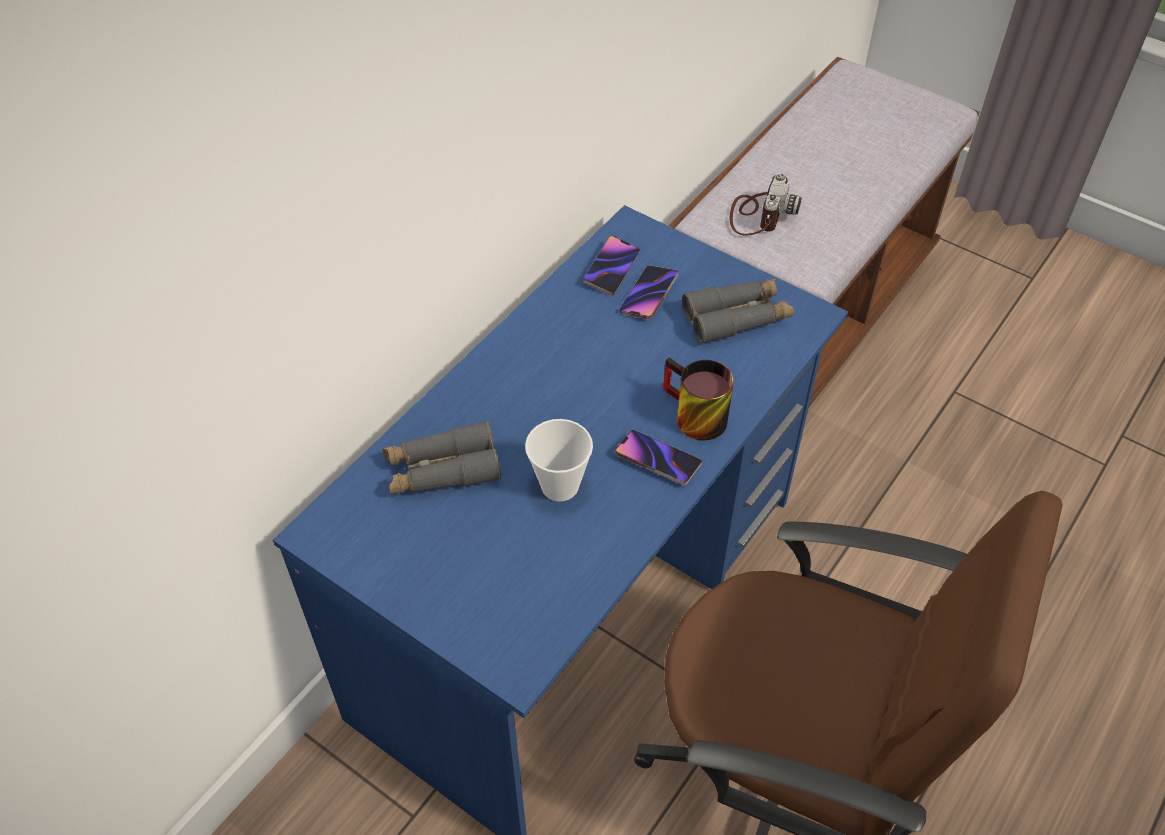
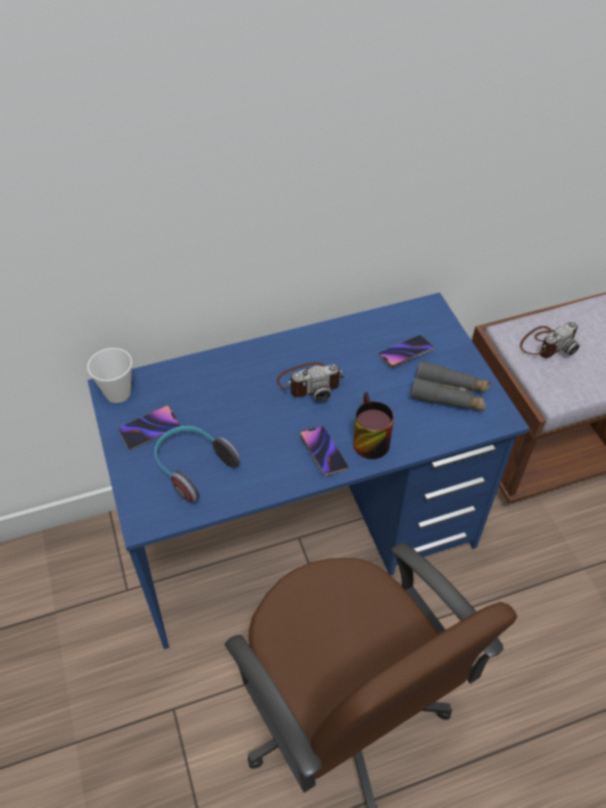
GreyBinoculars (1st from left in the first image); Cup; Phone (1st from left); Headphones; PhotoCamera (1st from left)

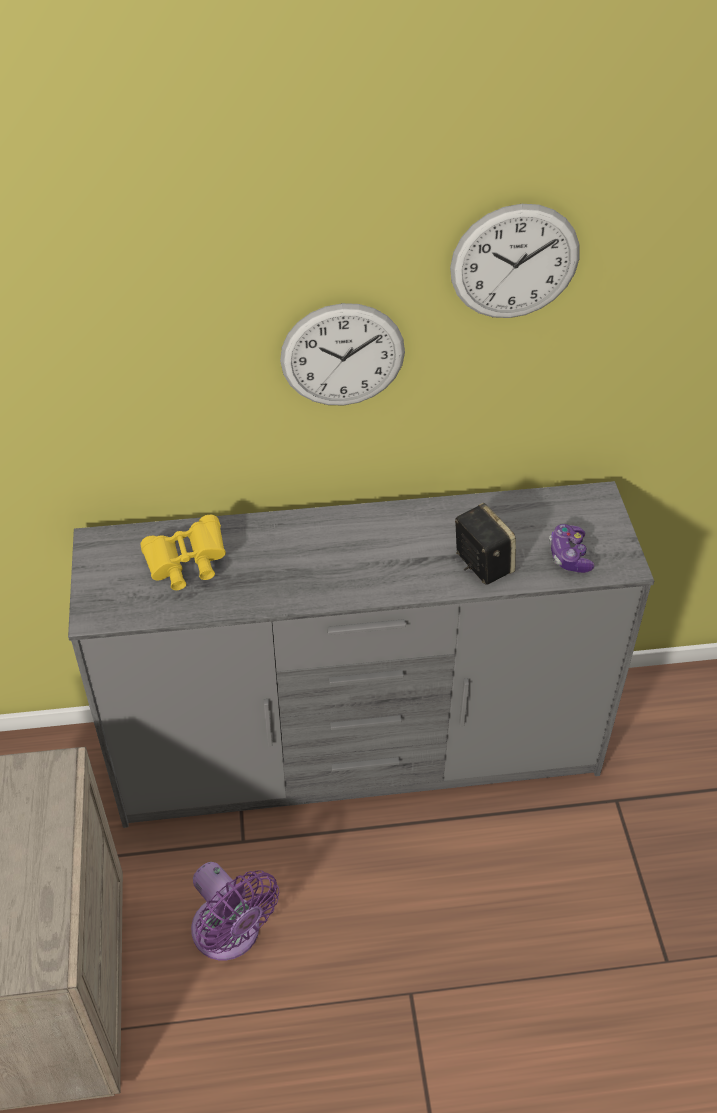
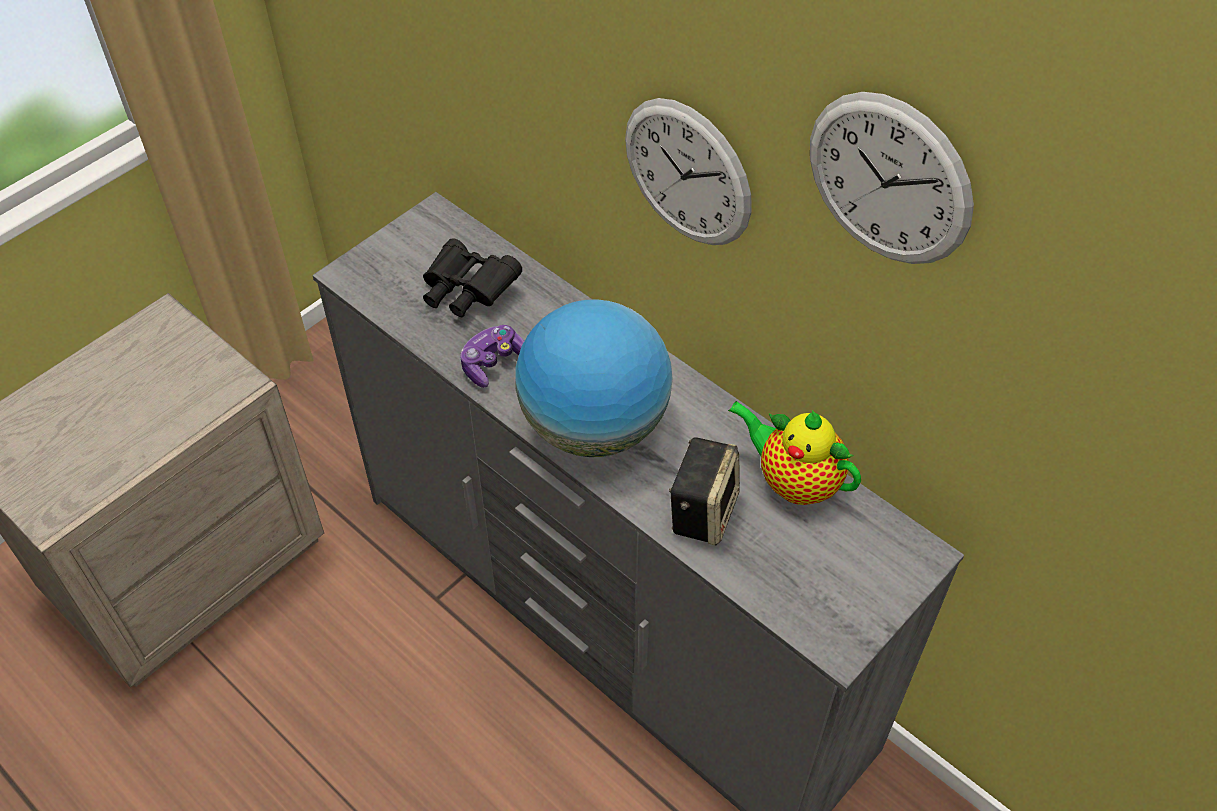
BlackBinoculars; PurpleFan; GameController; Globe; Teapot

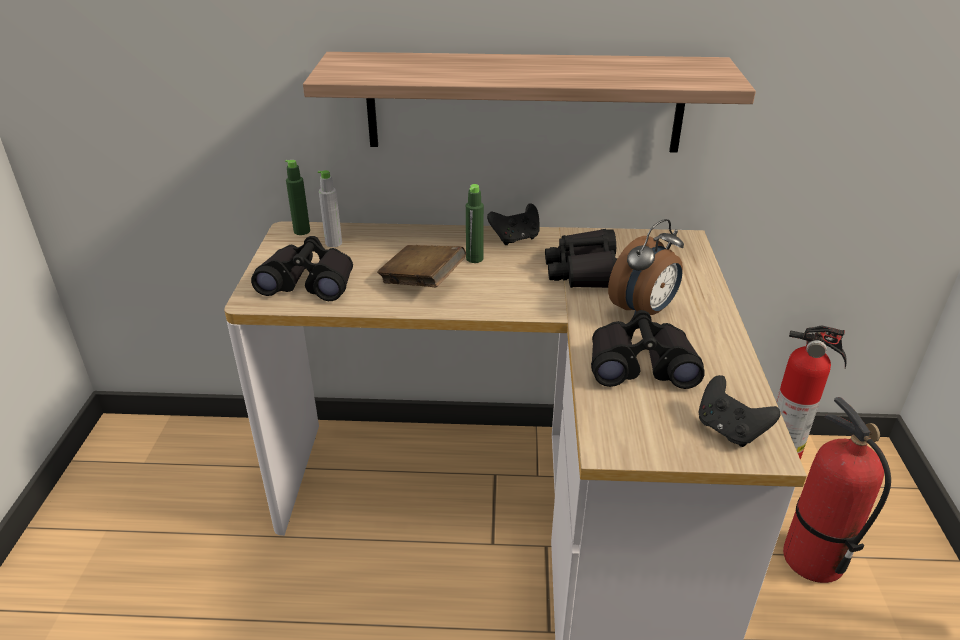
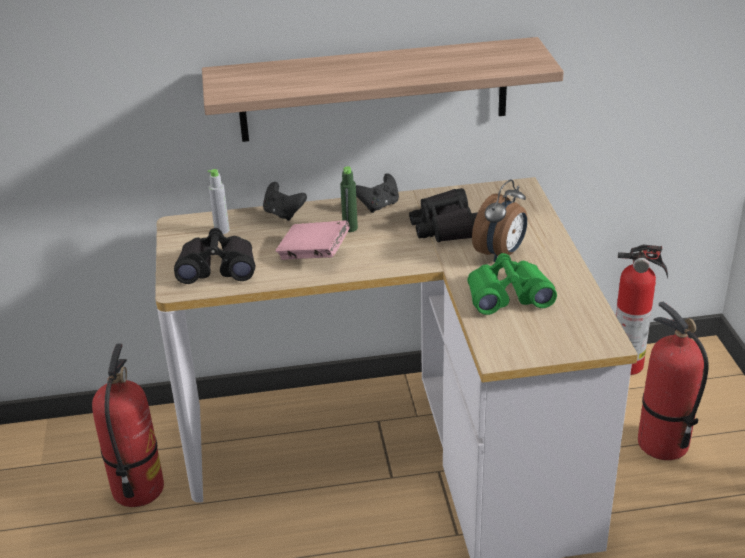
GreenBottle (1st from left in the first image); PinkBook; GreenBinoculars; BlackGameController (1st from left); FireExtinguisher (1st from left)

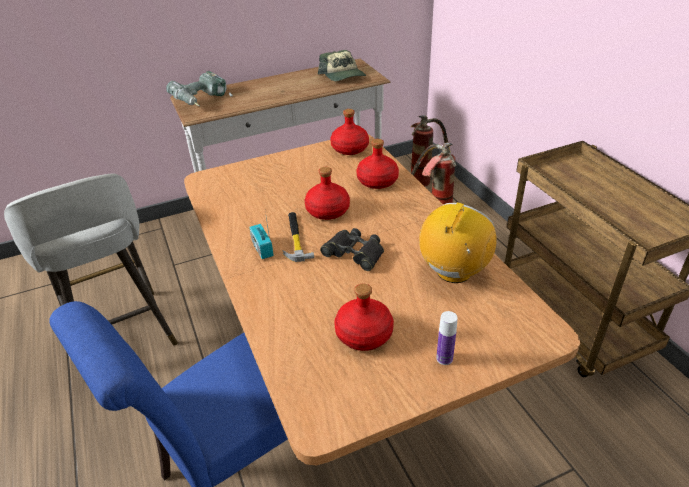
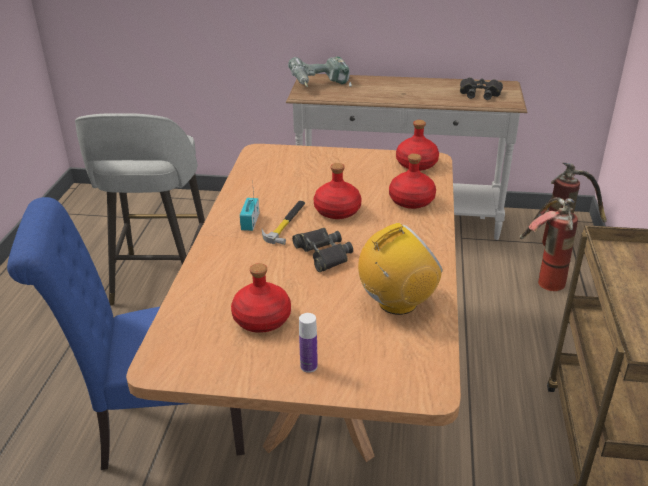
BlackBinoculars (2nd from left)

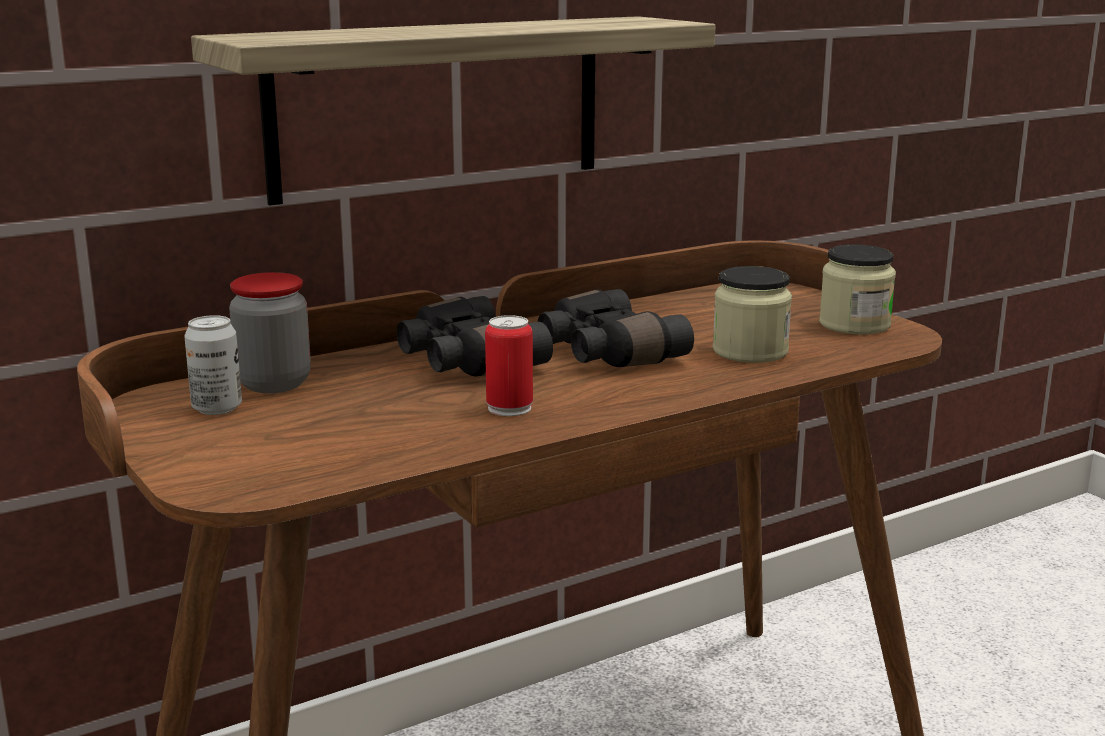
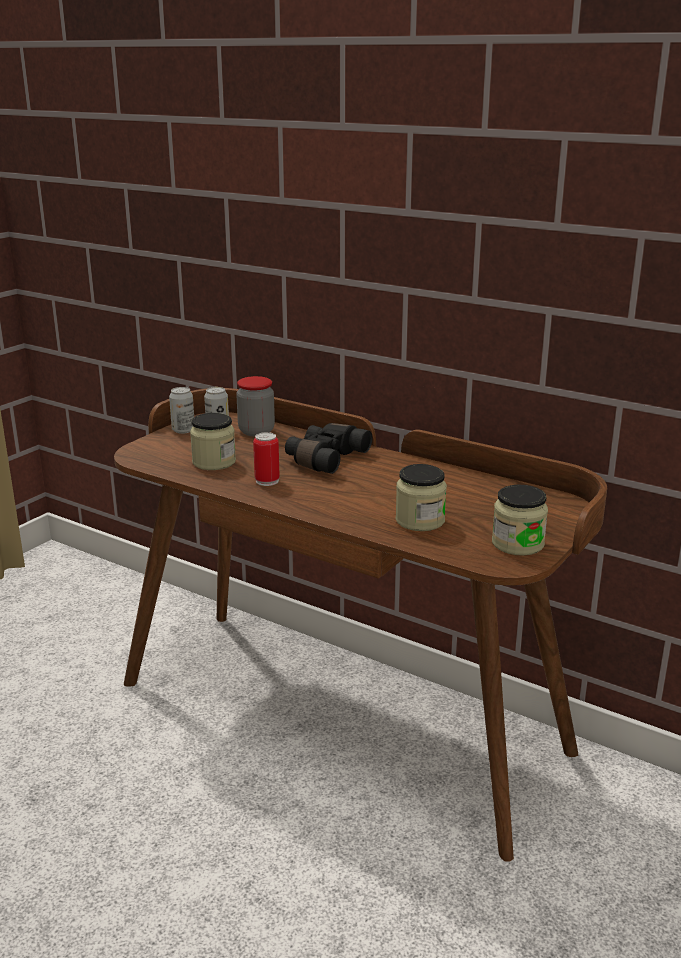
Shelf; BlackBinoculars (2nd from left in the first image); Can (1st from left); Jar (1st from left)

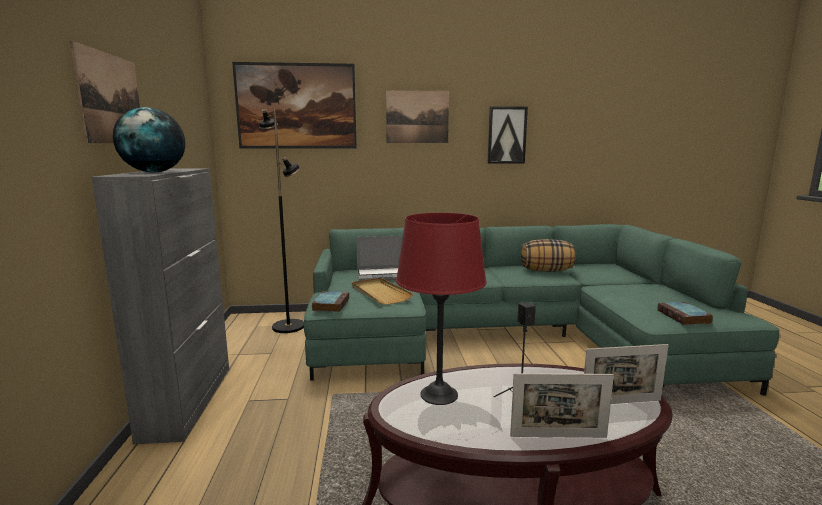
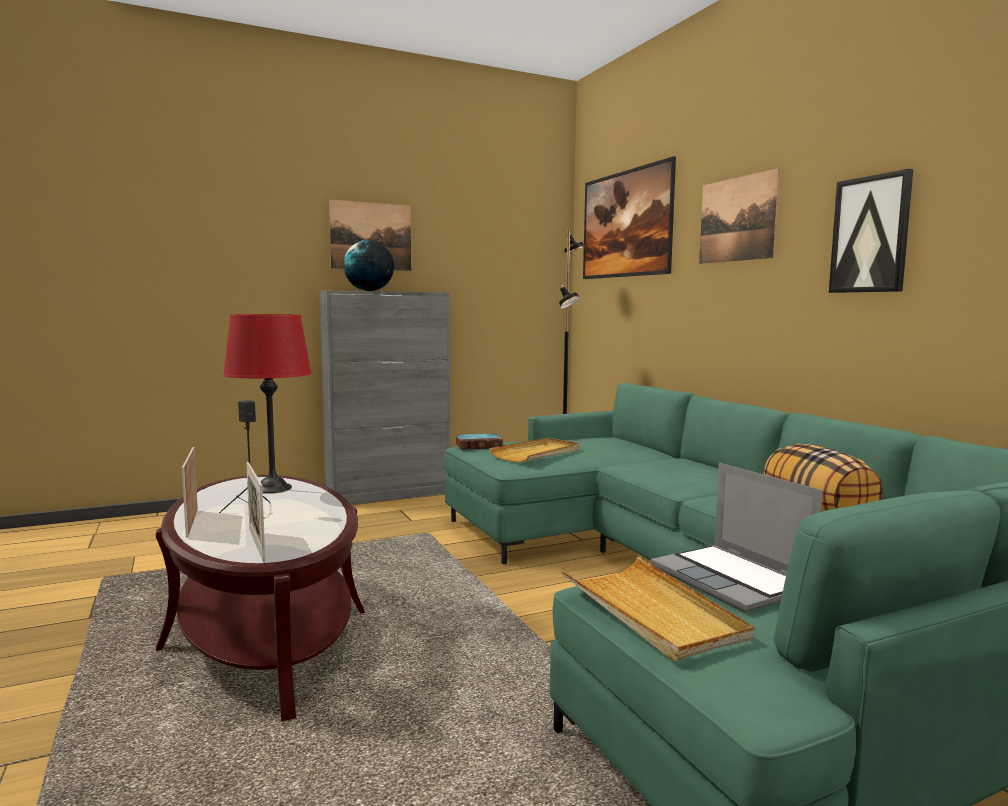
Laptop; BeigeTray (2nd from left)

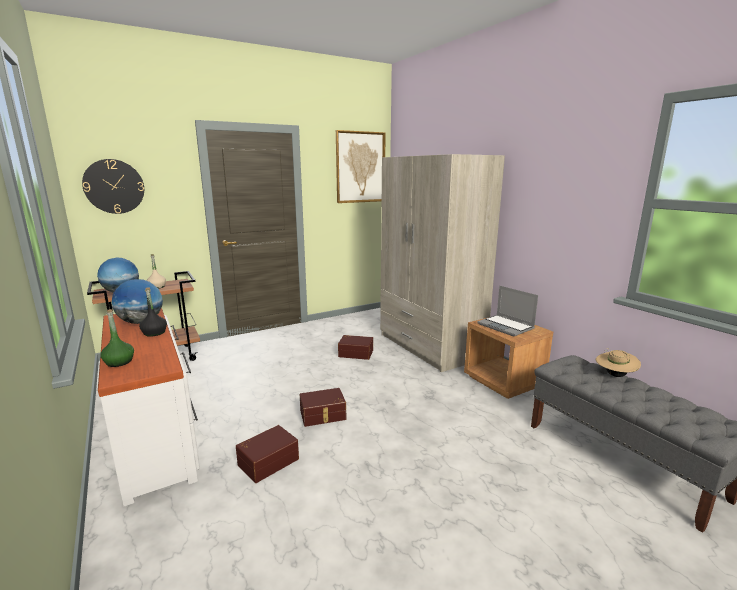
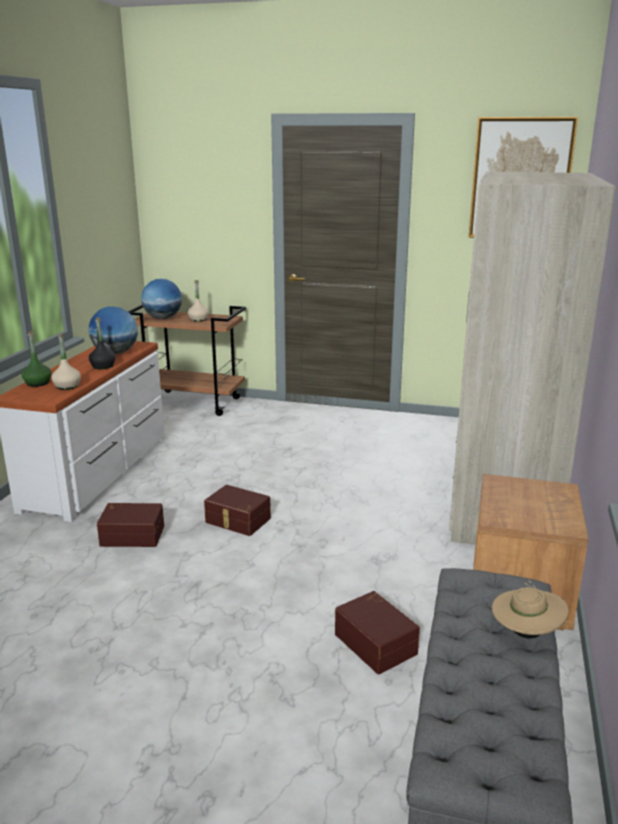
WallClock; BrownStorageBox (3rd from left); Laptop; BeigeBottle (1st from left)

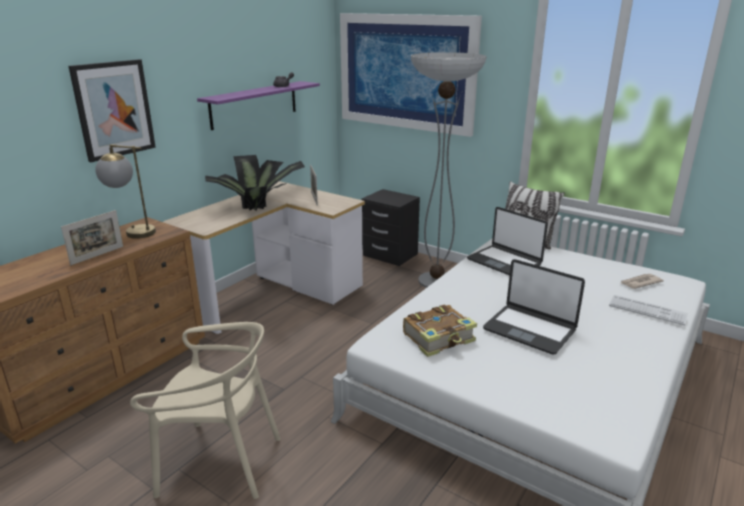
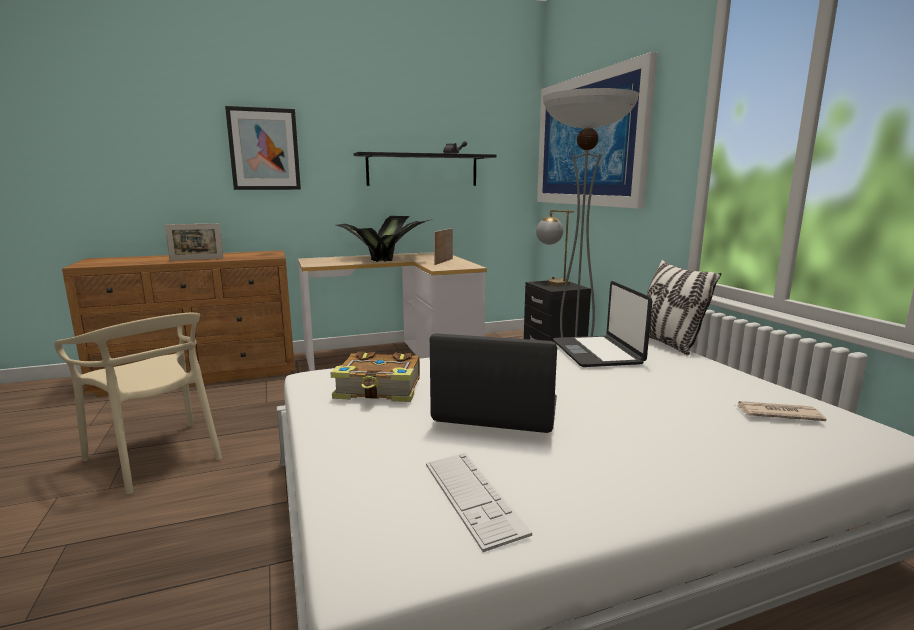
TableLamp; BlackShelf; Laptop (1st from left); Keyboard

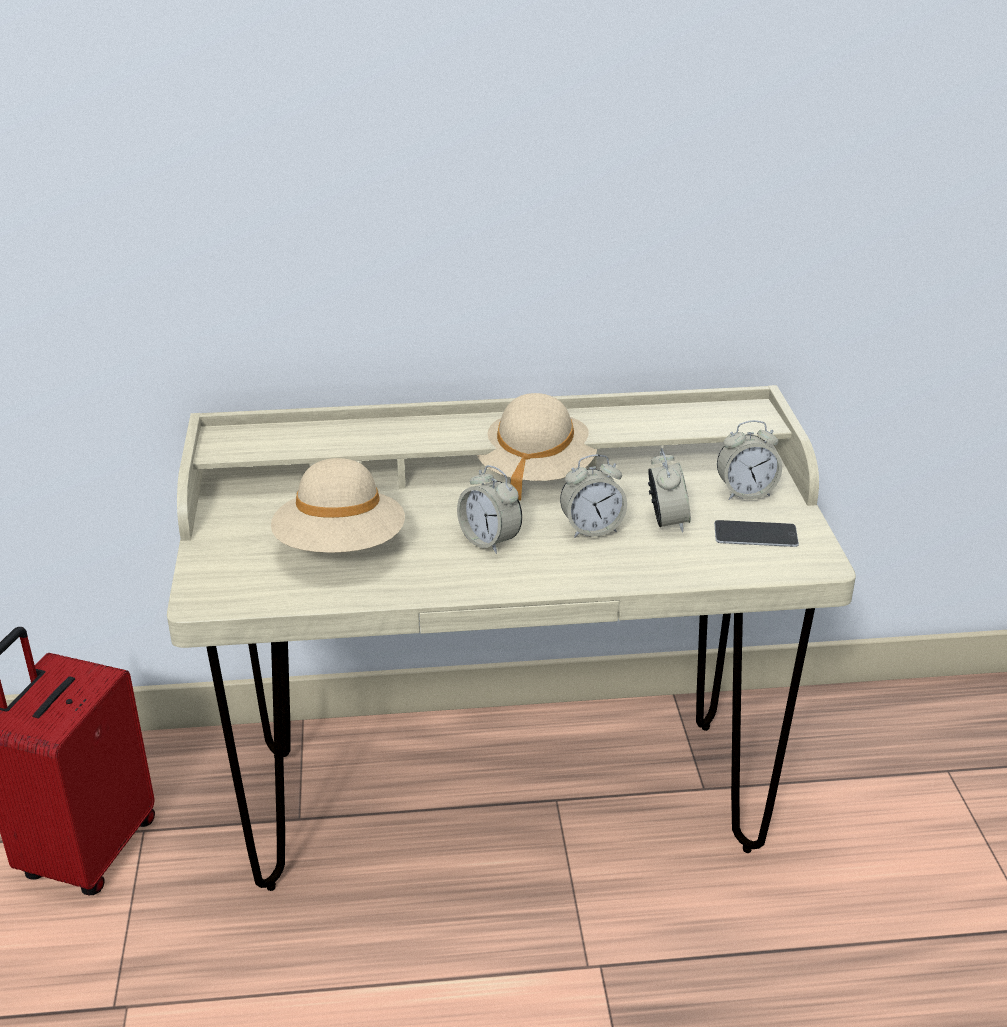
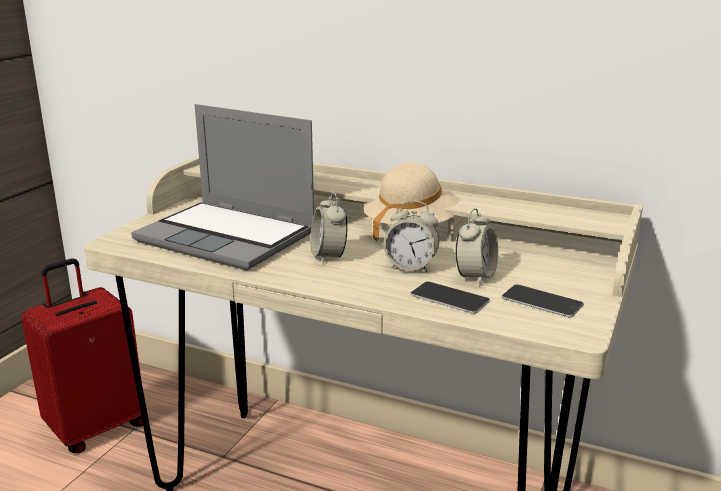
Laptop; AlarmClock (4th from left in the first image); Phone (1st from left)

